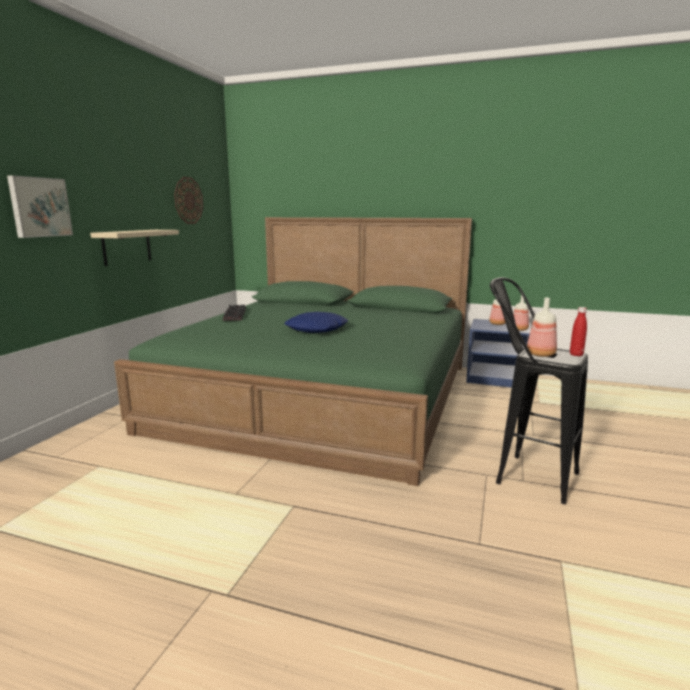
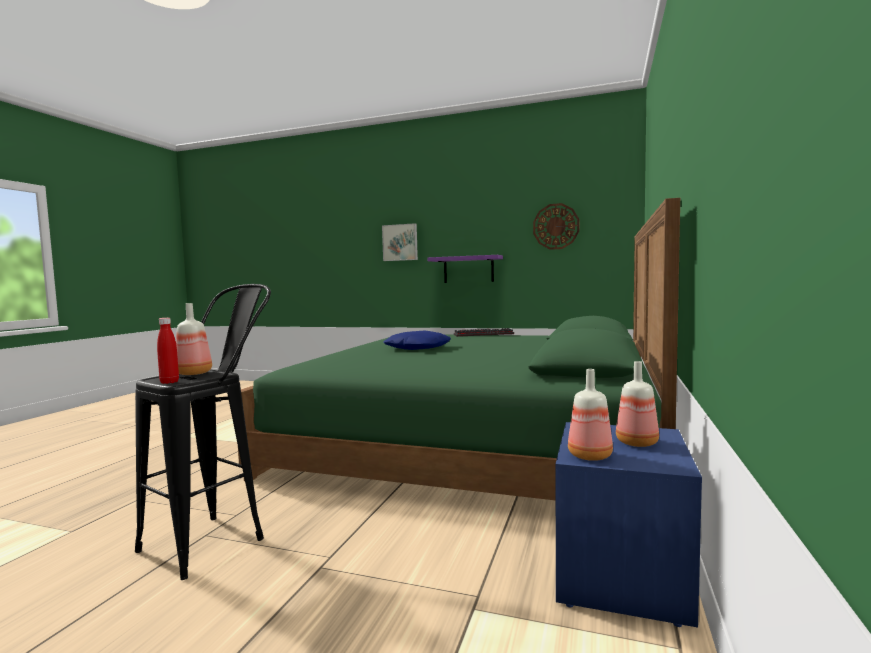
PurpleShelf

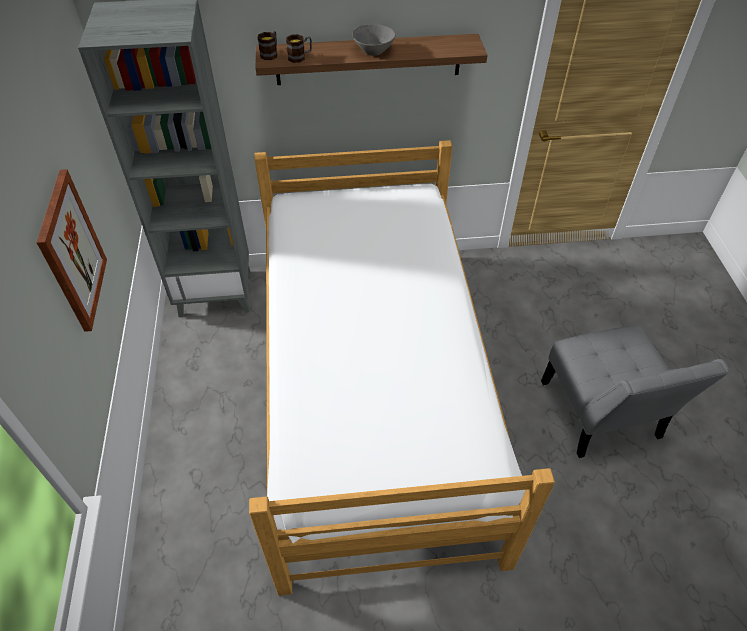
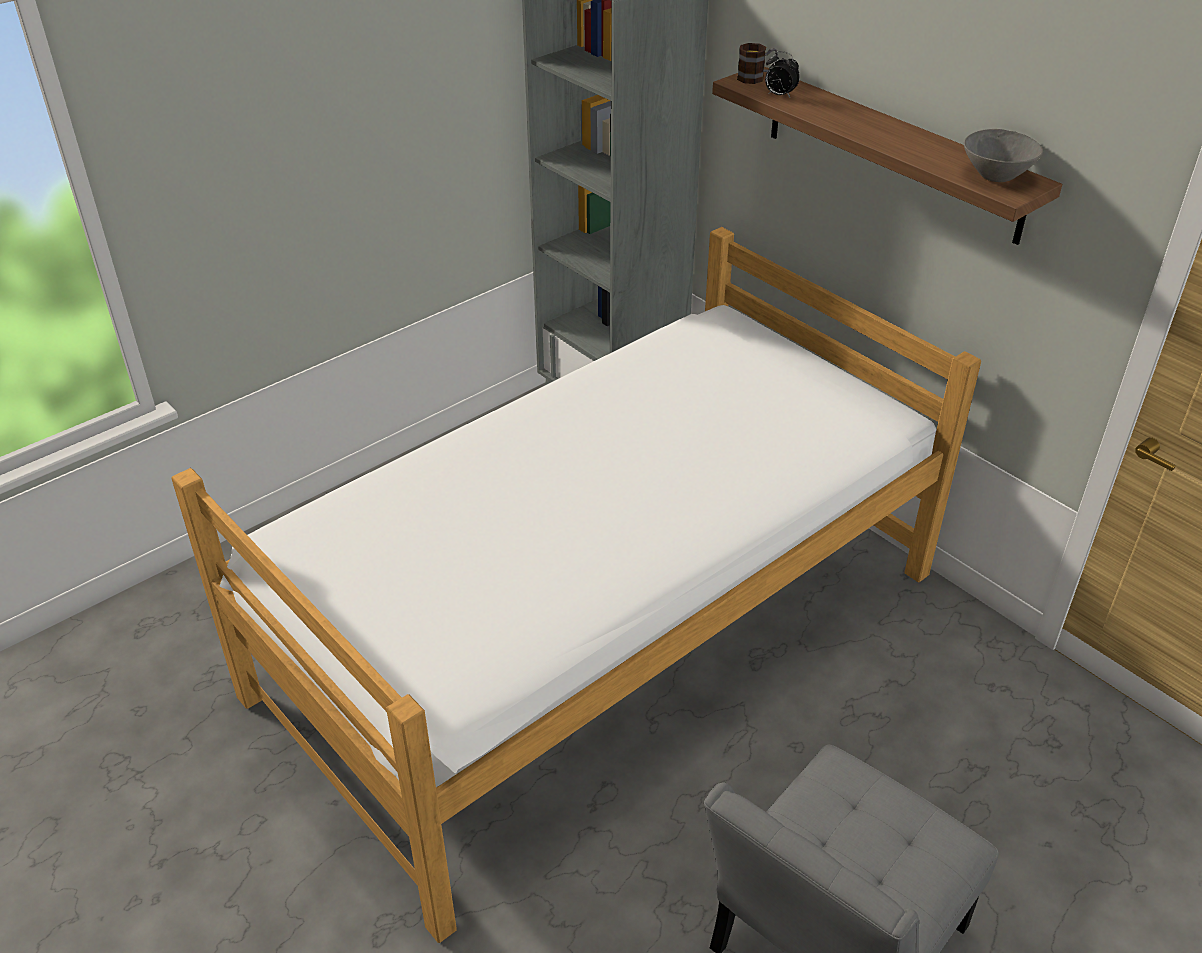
Picture; AlarmClock; GreyBowl

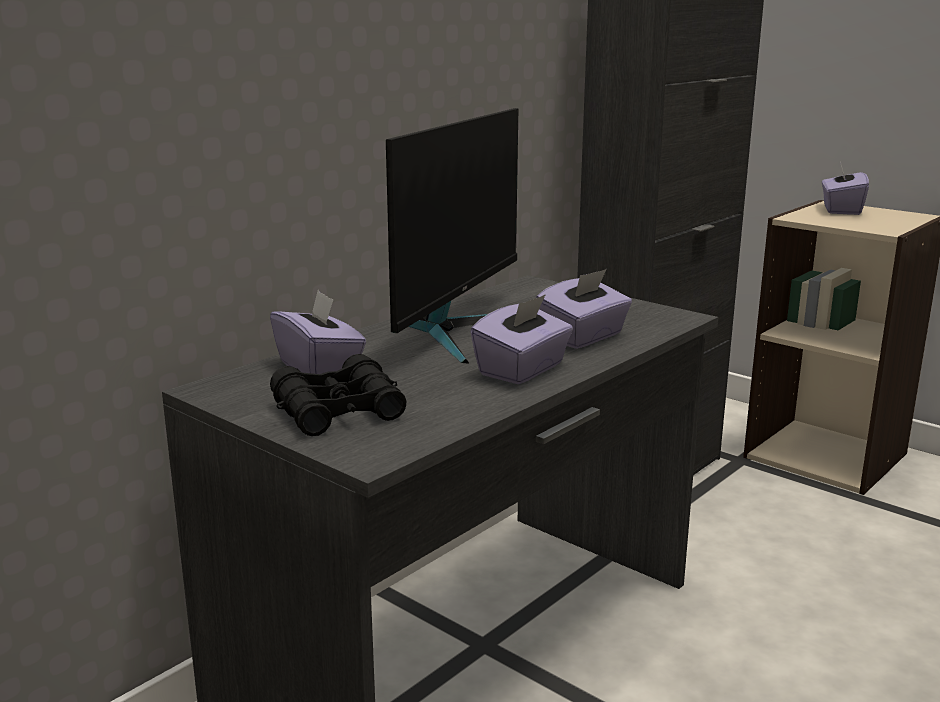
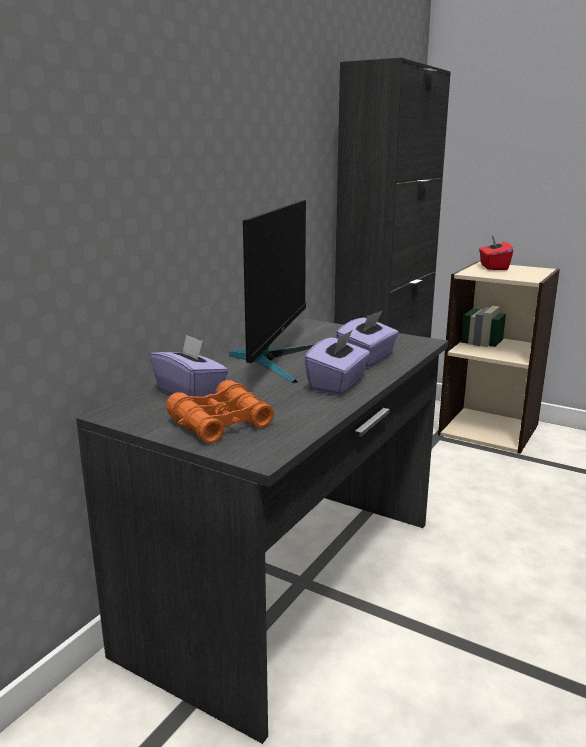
OrangeBinoculars; RedTissueBox

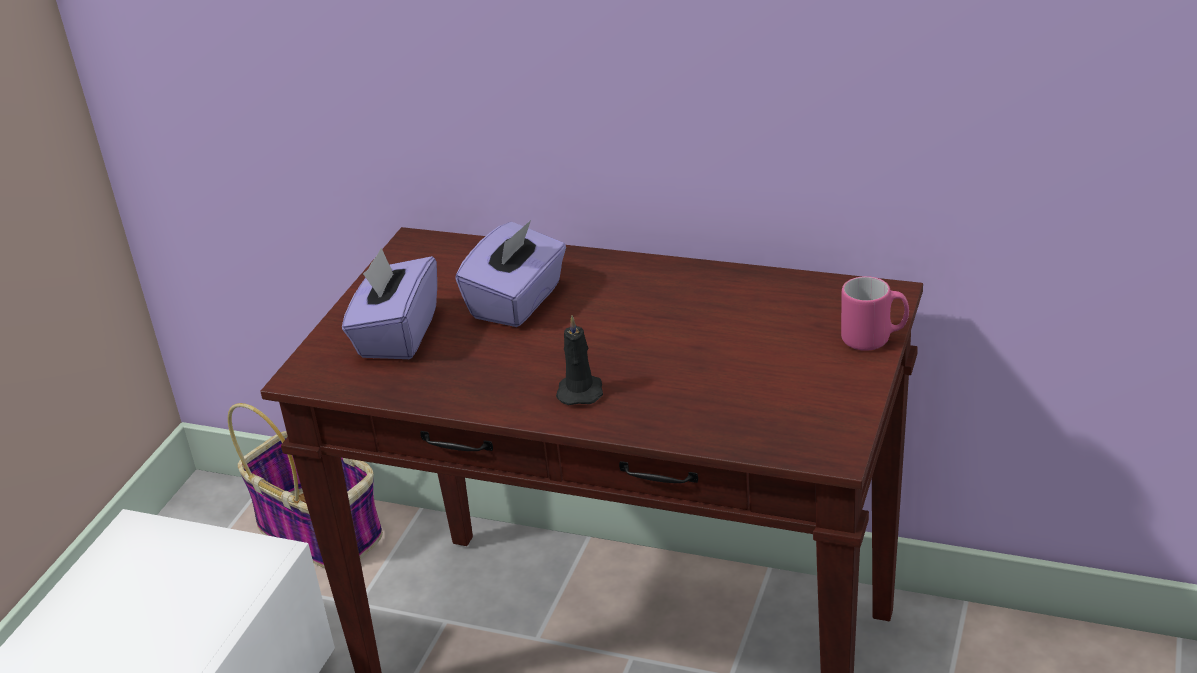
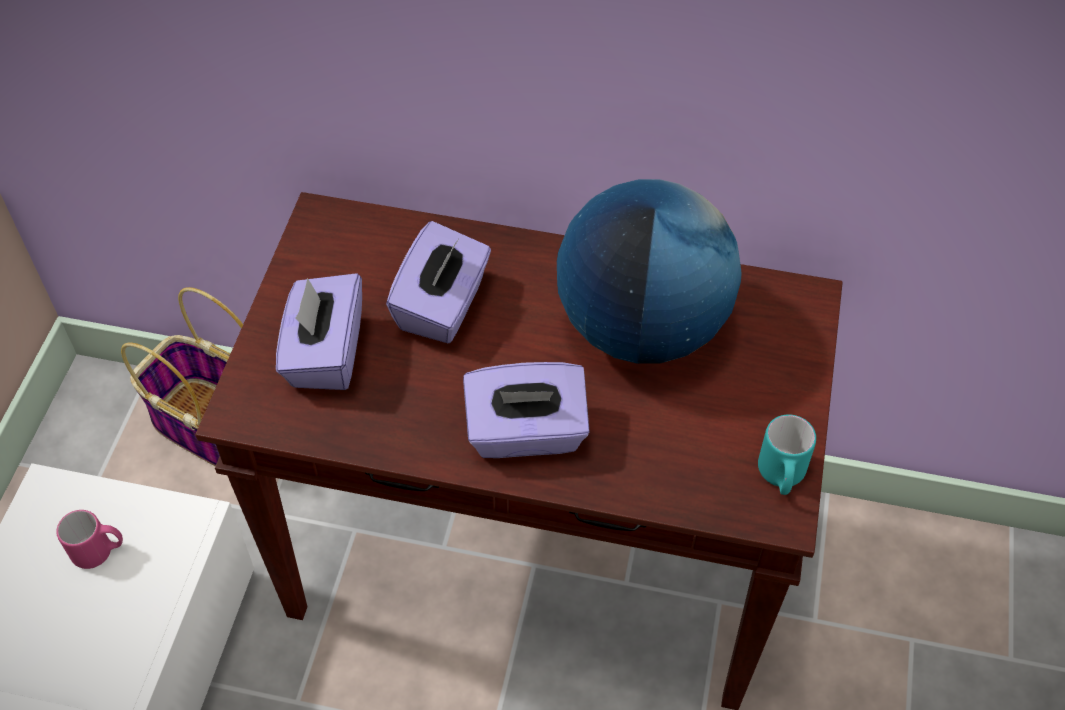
PurpleTissueBox (3rd from left); PinkMug; Globe; TurquoiseMug

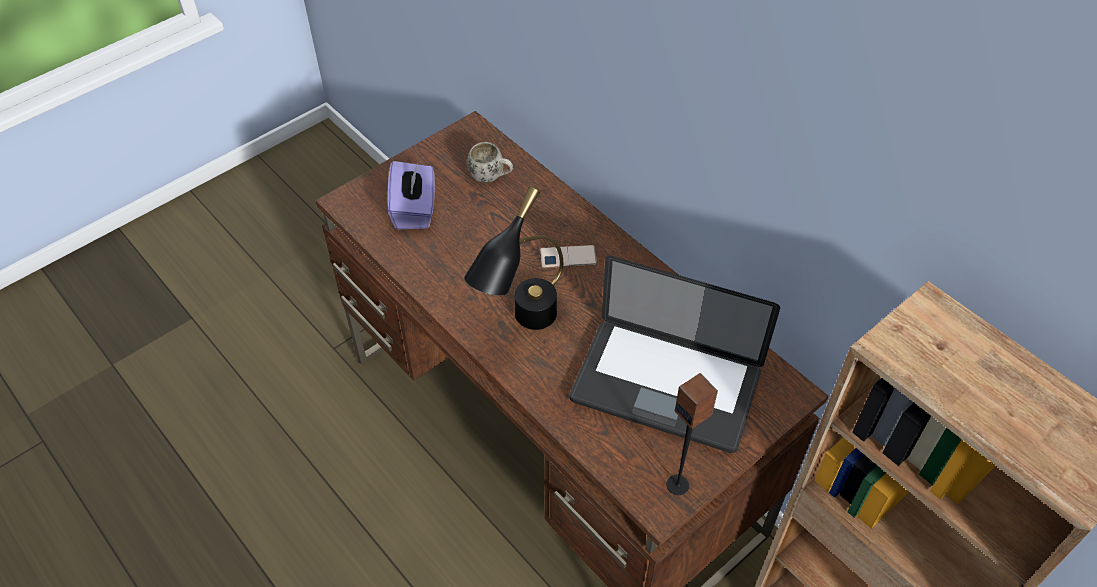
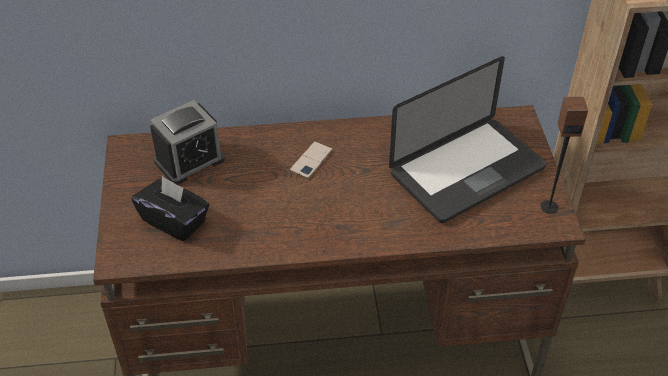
BlackTissueBox; BlackTableLamp; AlarmClock

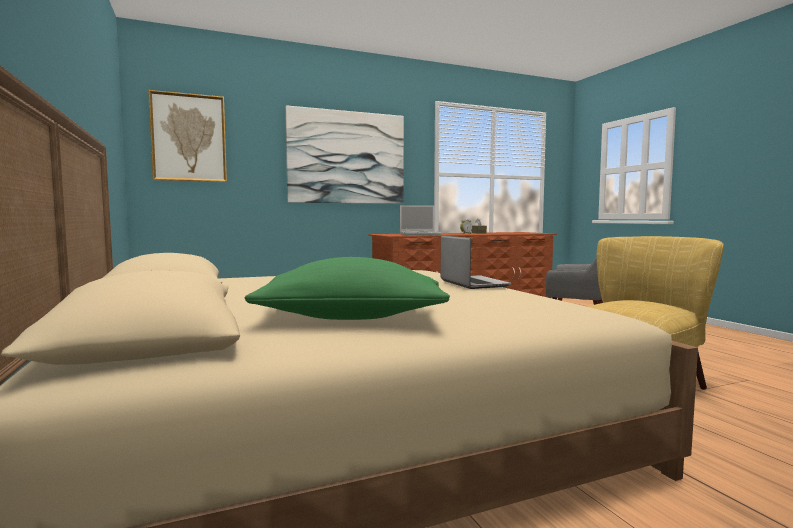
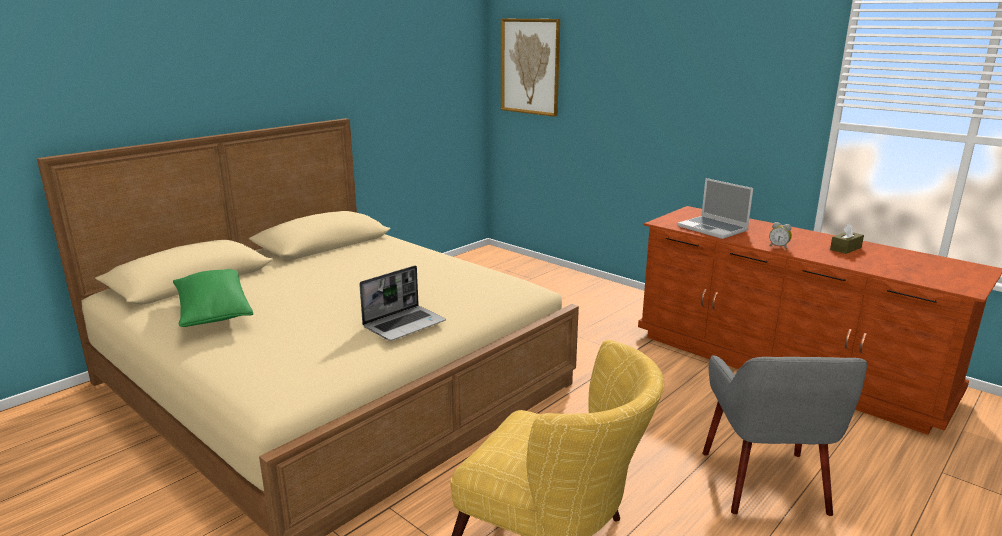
Picture (2nd from left in the first image)

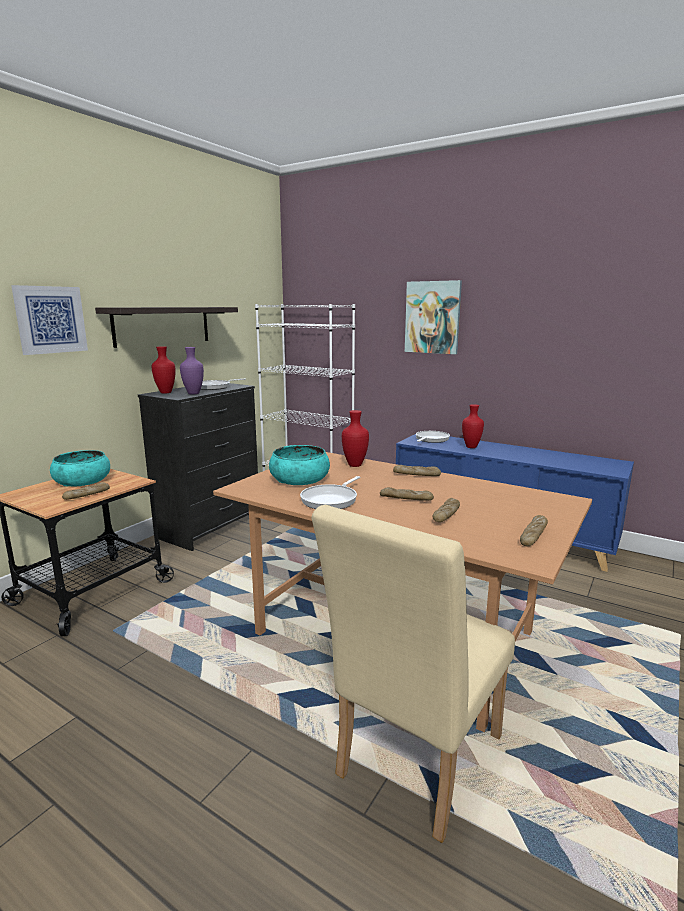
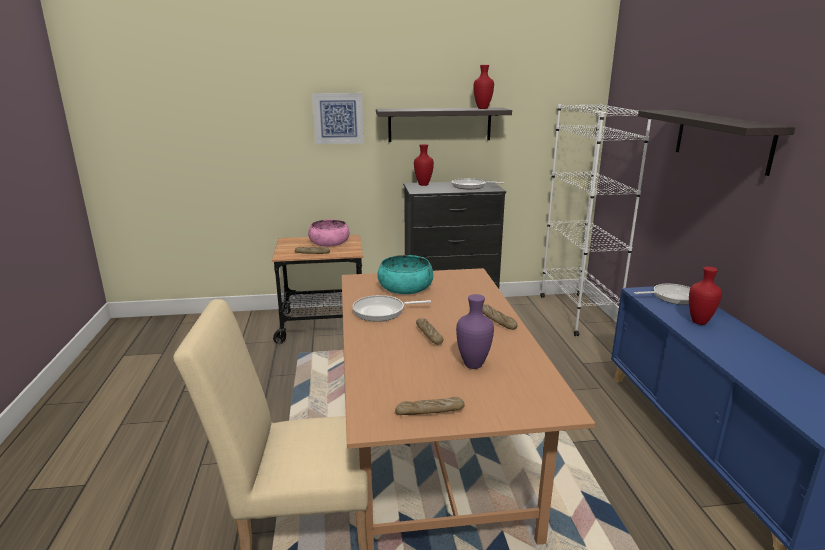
PinkBowl; PurpleVase; RedVase (2nd from left); Shelf (2nd from left); Bread (4th from left in the first image)

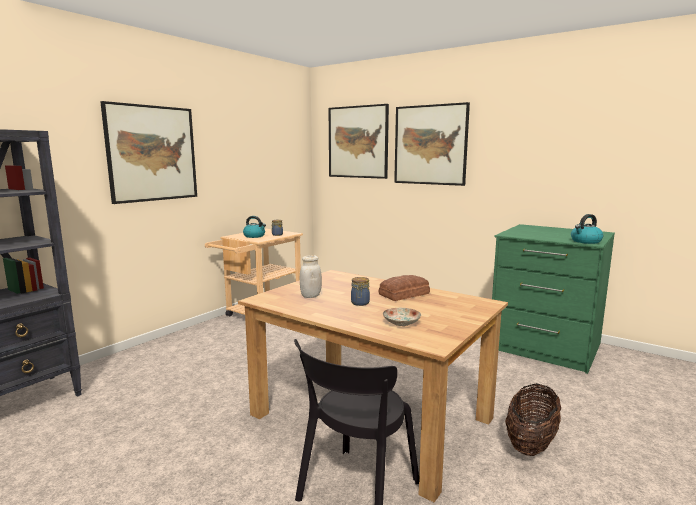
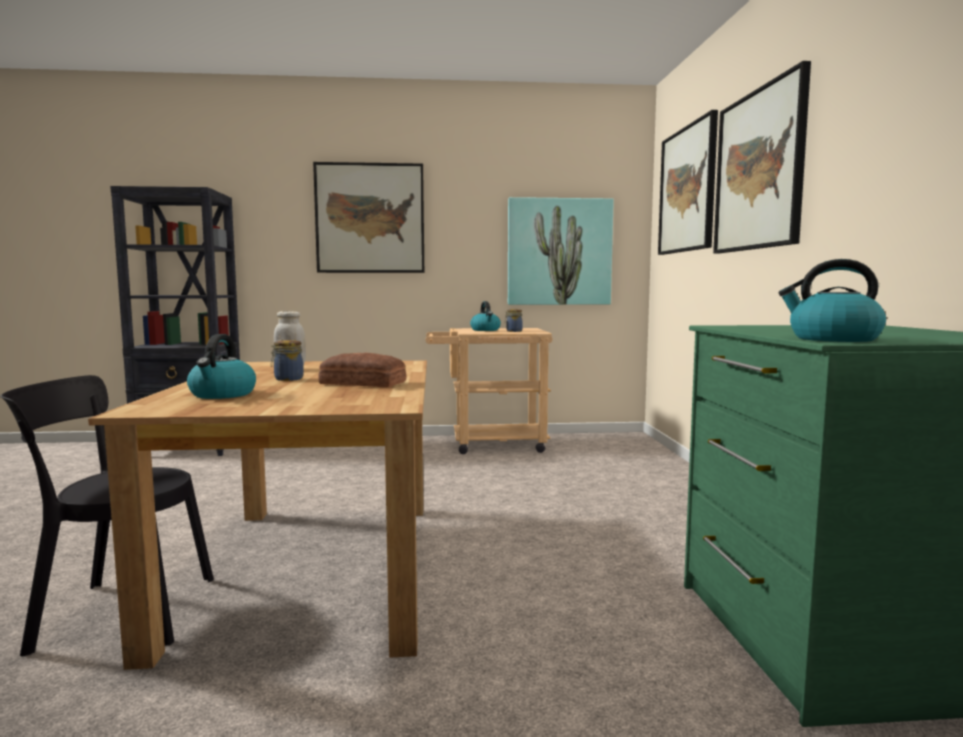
Kettle (1st from left); Basket; Picture (2nd from left)

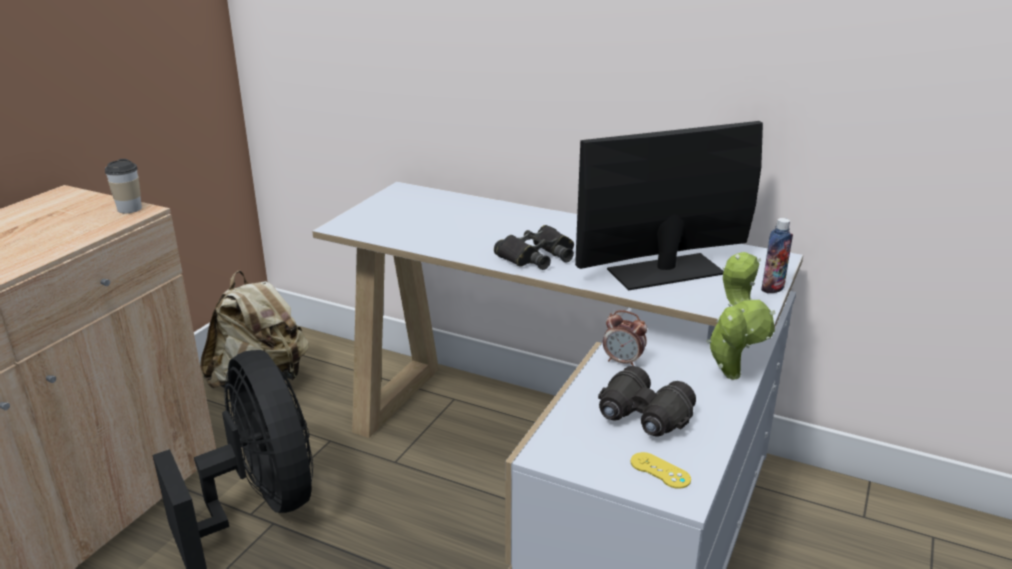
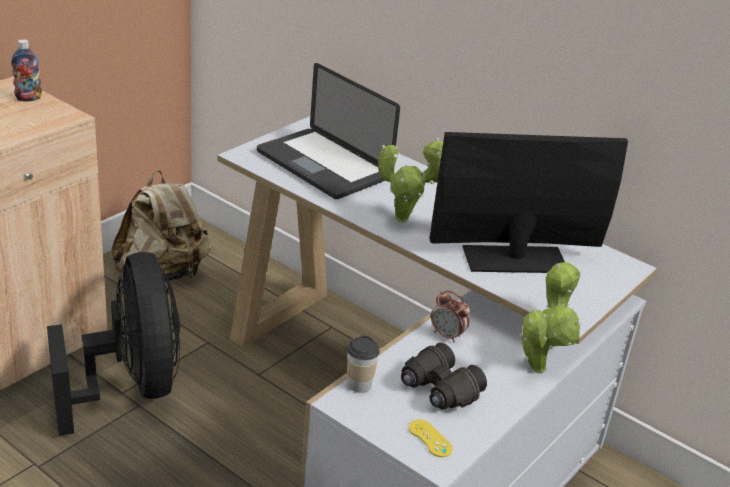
Cup; PottedPlant (1st from left); Bottle; Laptop

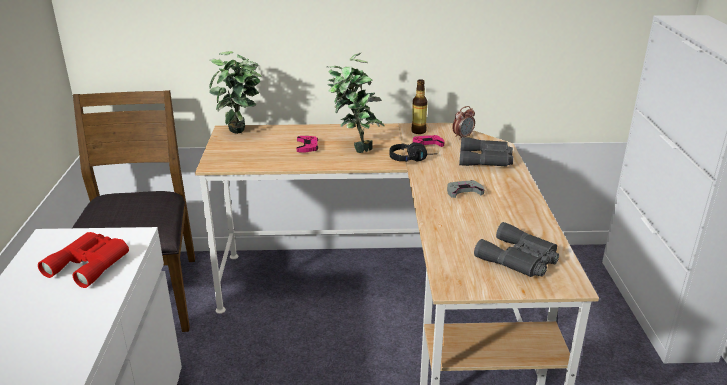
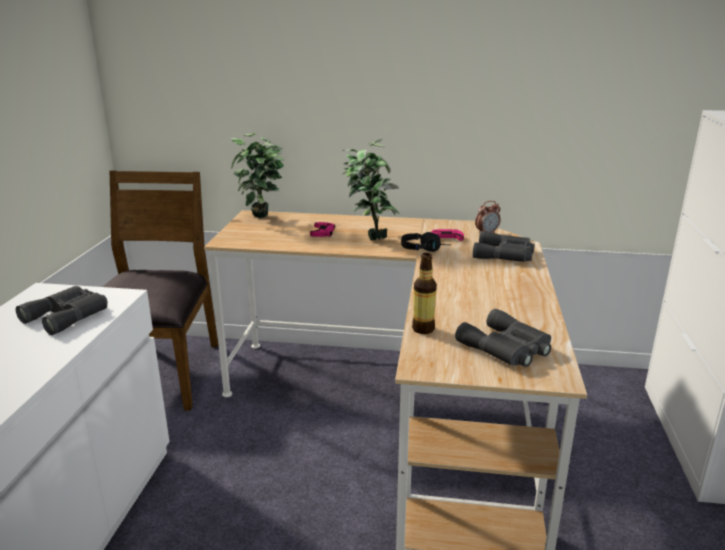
GreyBinoculars (1st from left); Bottle; GreyGameController

